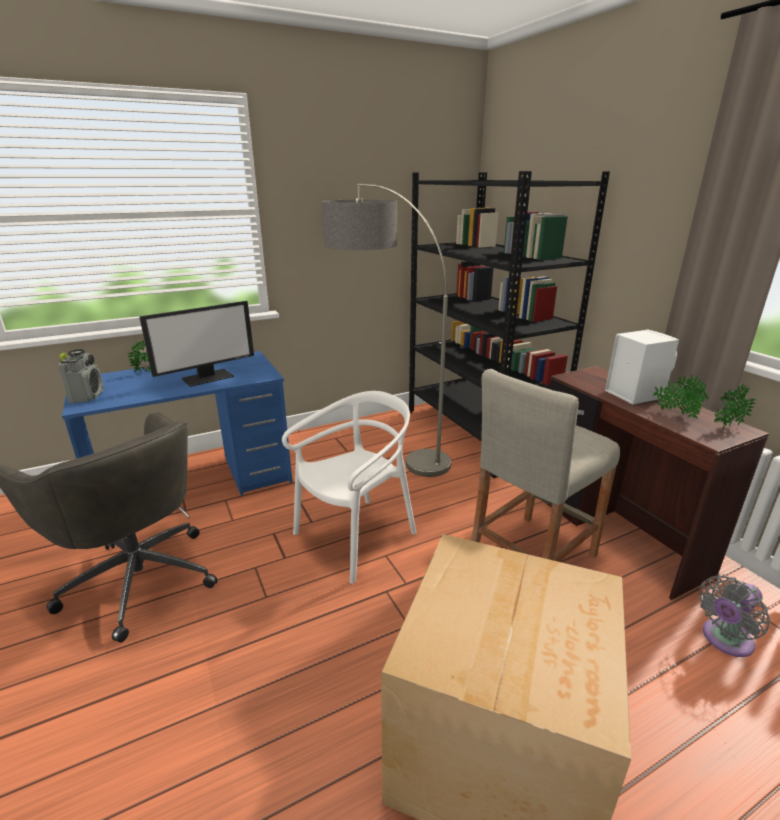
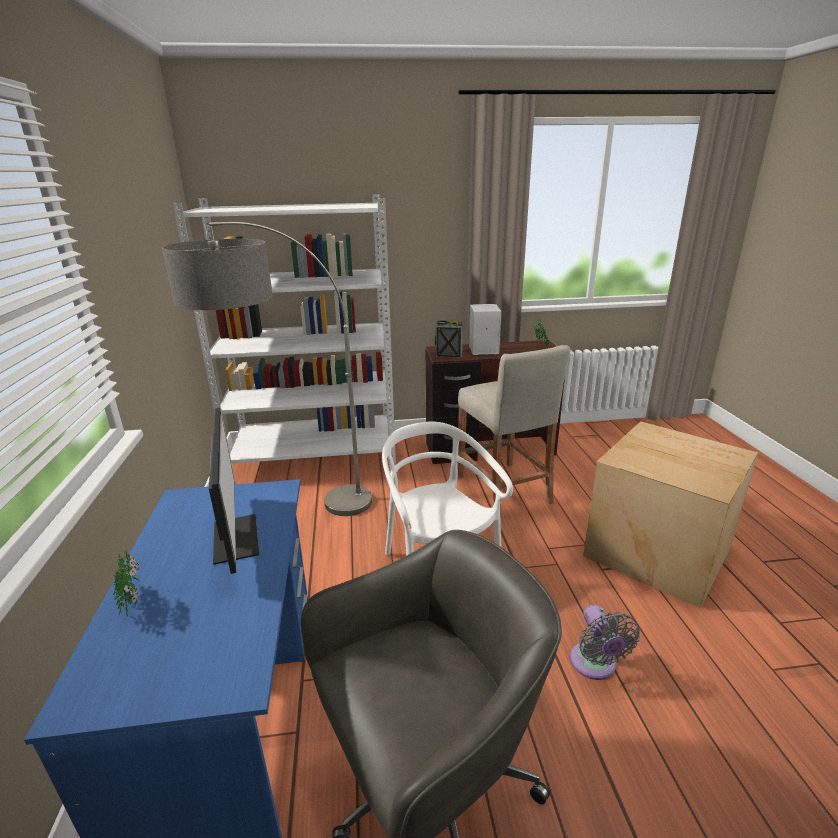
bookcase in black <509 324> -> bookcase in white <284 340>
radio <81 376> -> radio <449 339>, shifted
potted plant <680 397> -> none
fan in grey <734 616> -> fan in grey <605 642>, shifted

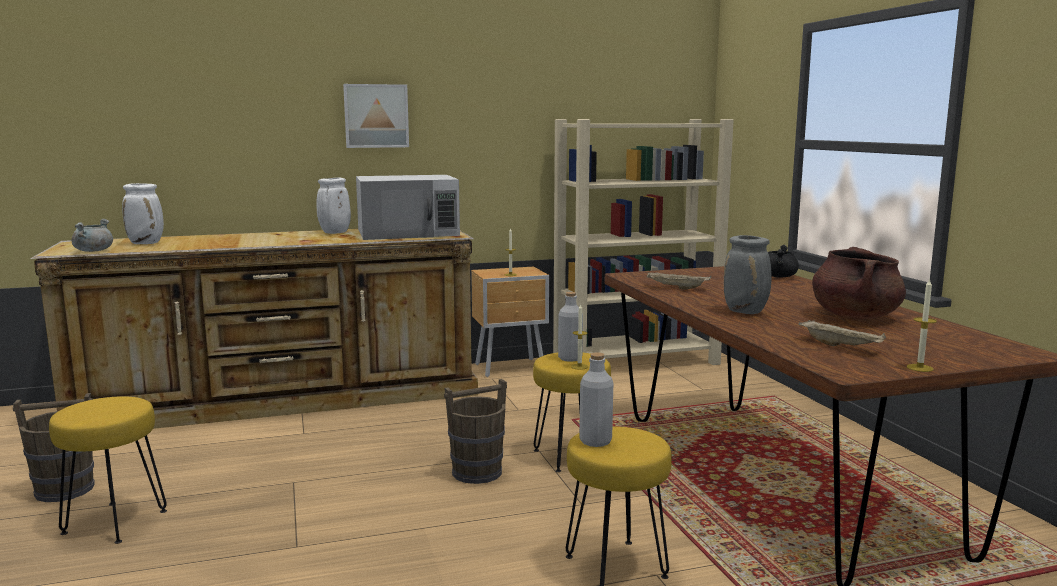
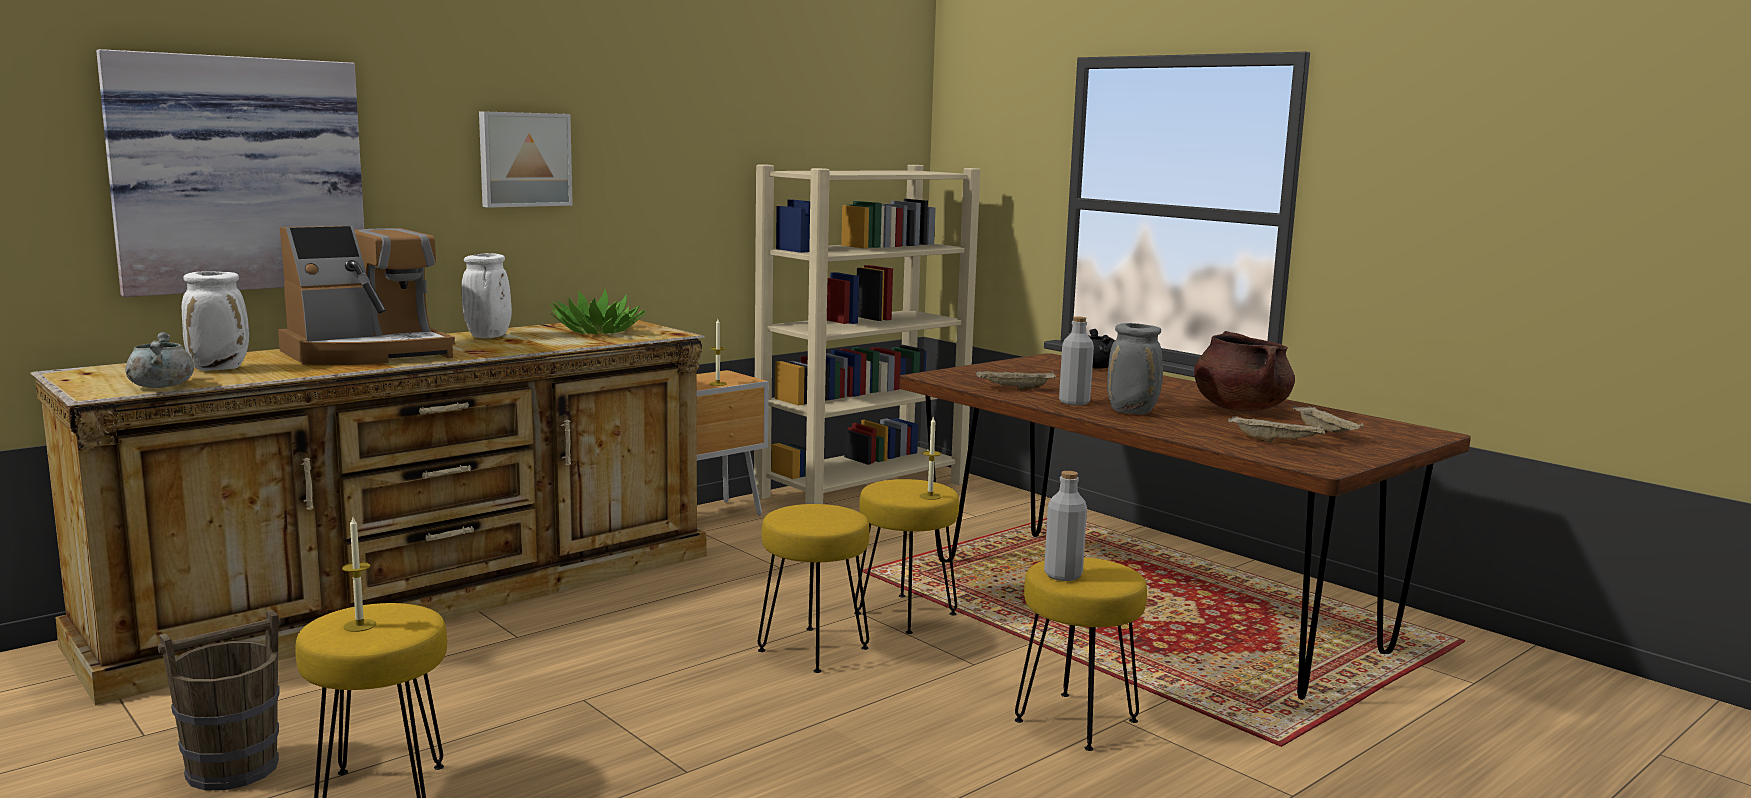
microwave in white <408 207> -> potted plant <597 311>
candle <922 325> -> candle <359 574>, shifted
bottle in grey <570 327> -> bottle in grey <1076 361>, shifted
bucket in brown <475 431> -> stool in yellow <814 588>
none -> picture <230 173>
none -> coffee machine <366 295>
none -> tray in beige <1328 418>

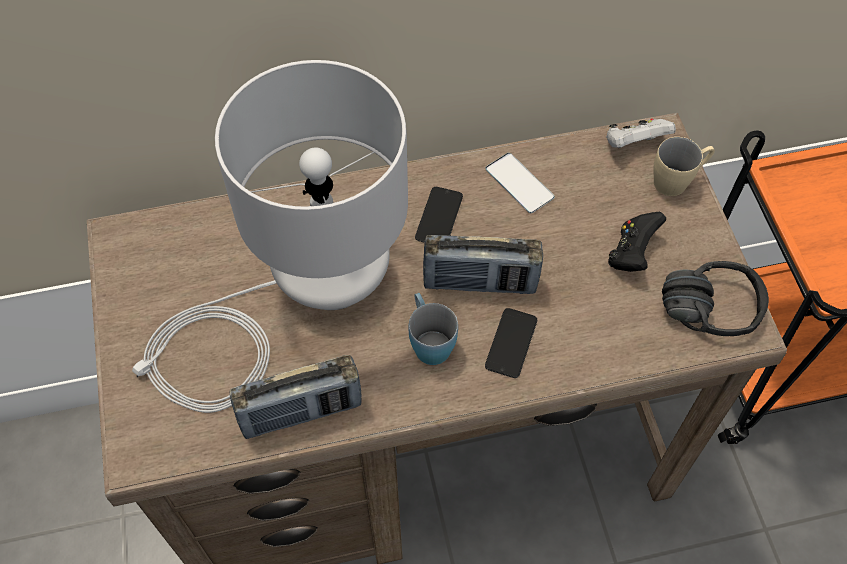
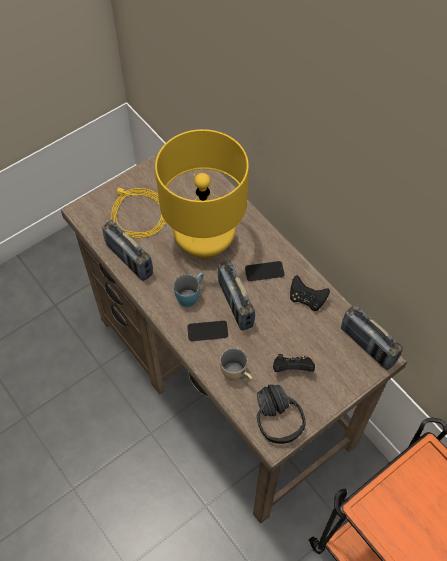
table lamp in grey <270 236> -> table lamp in yellow <180 194>
game controller in white <641 133> -> radio <372 337>
mug in beige <684 166> -> mug in beige <236 365>, shifted
phone <520 183> -> game controller in black <310 293>

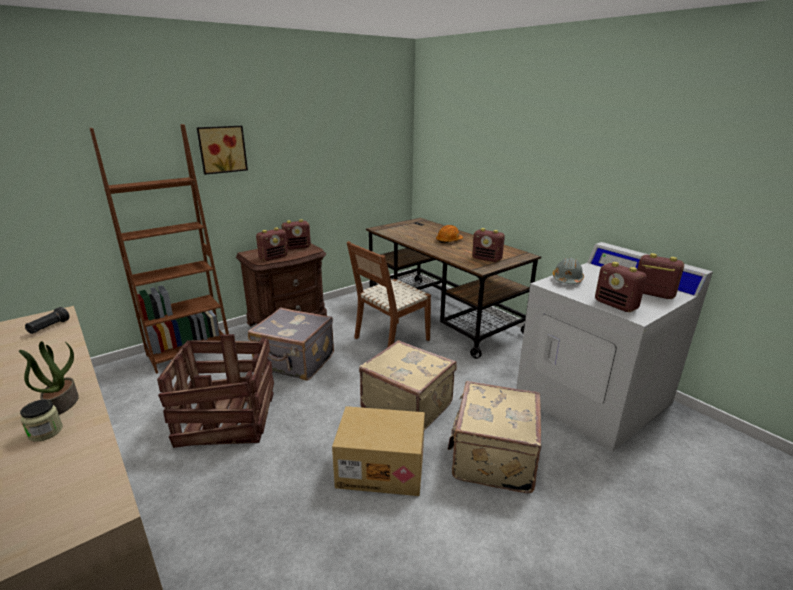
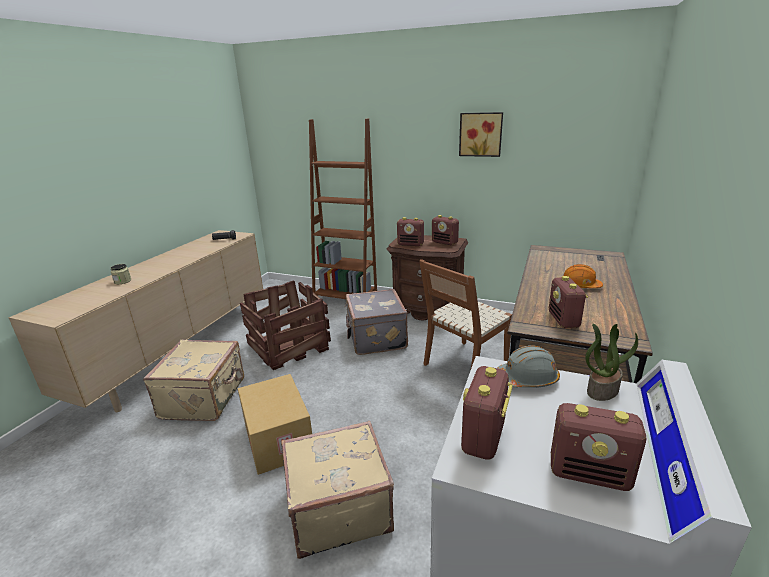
picture <222 150> -> picture <481 134>, shifted
chair <389 294> -> chair <465 315>, 60 degrees counterclockwise
radio <660 276> -> radio <598 447>, 105 degrees clockwise
suitcase in beige <408 385> -> suitcase in beige <193 380>, shifted
potted plant <49 378> -> potted plant <611 362>, shifted

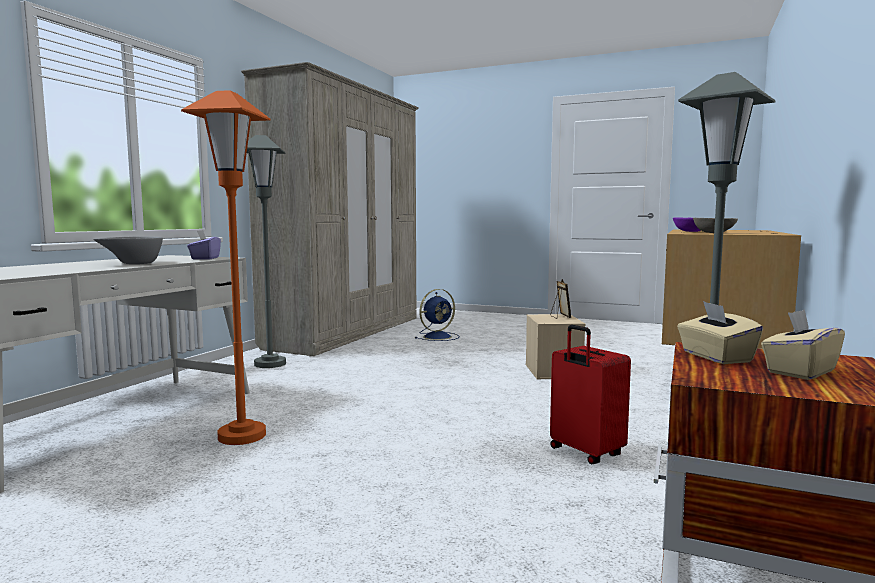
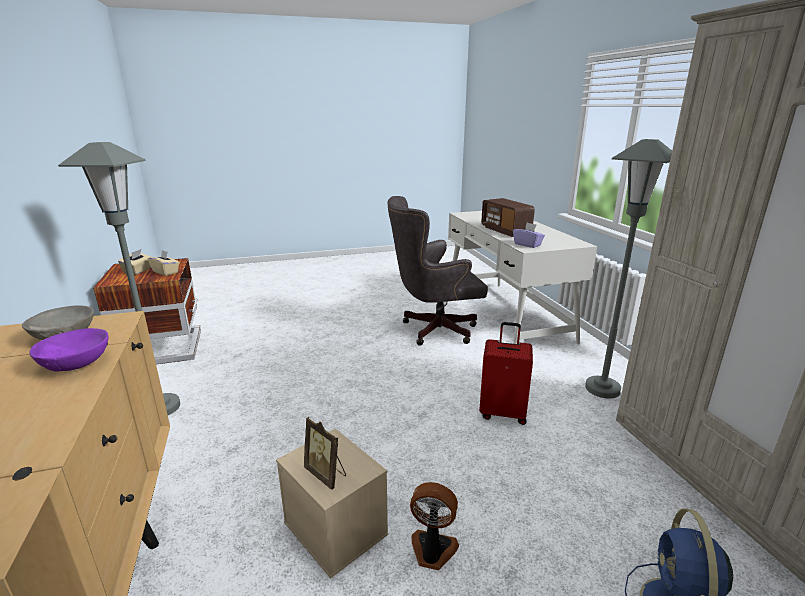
floor lamp in orange <225 267> -> office chair in grey <437 271>
bowl in grey <128 250> -> radio <508 217>
suitcase in red <590 395> -> suitcase in red <506 373>, shifted
none -> fan <434 526>

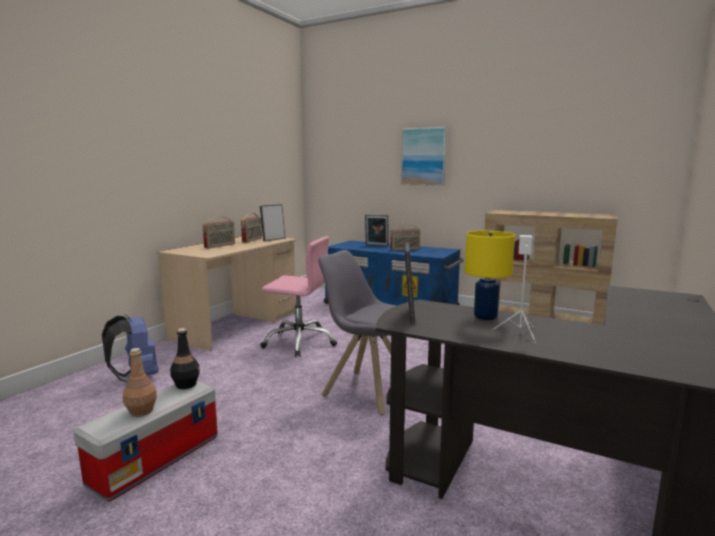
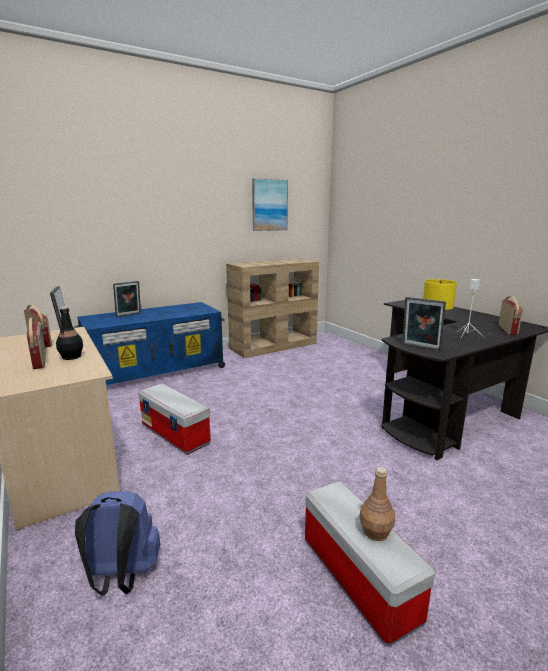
picture <424 156> -> picture <270 204>, shifted
radio <405 237> -> radio <511 315>, shifted
office chair in pink <298 296> -> storage box <174 418>
chair in grey <358 332> -> none
bottle in black <185 358> -> bottle in black <69 333>, shifted

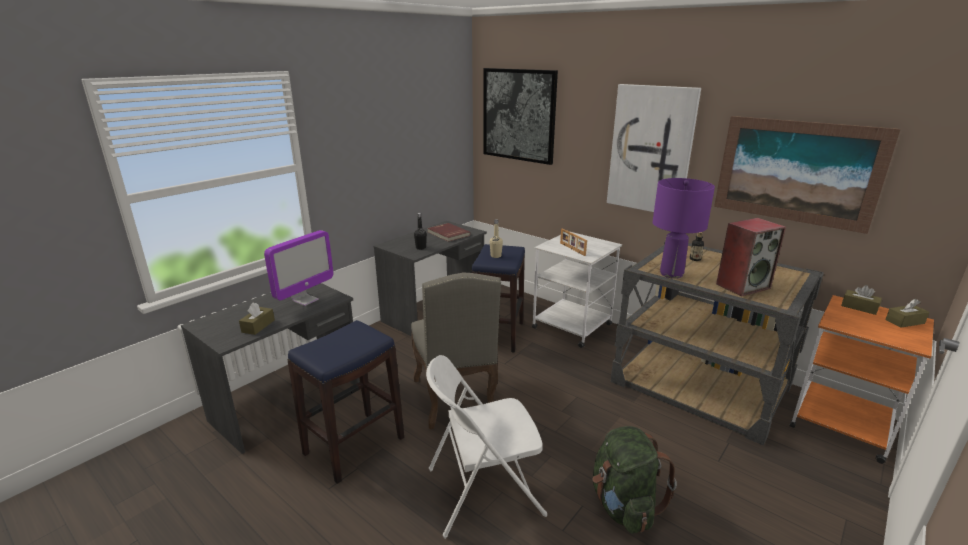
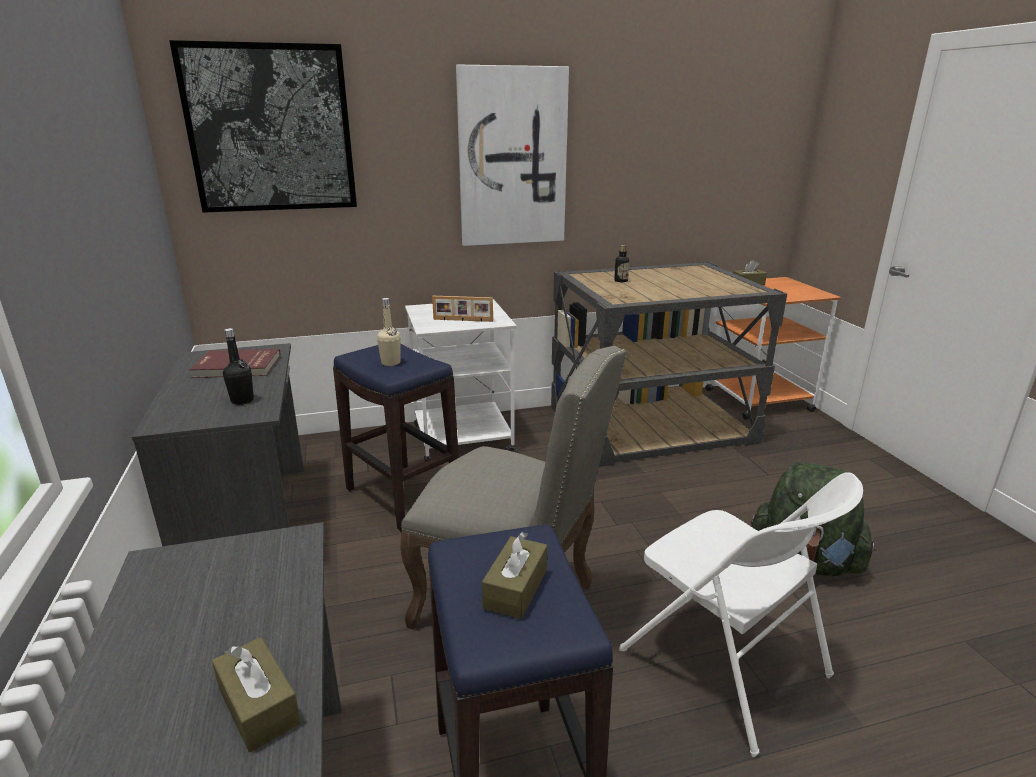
picture <807 175> -> none
table lamp in purple <684 228> -> none
speaker <751 257> -> none
monitor <299 268> -> none
tissue box in brown <907 313> -> tissue box in brown <514 575>, shifted
chair in white <486 447> -> chair in white <741 614>, 60 degrees counterclockwise

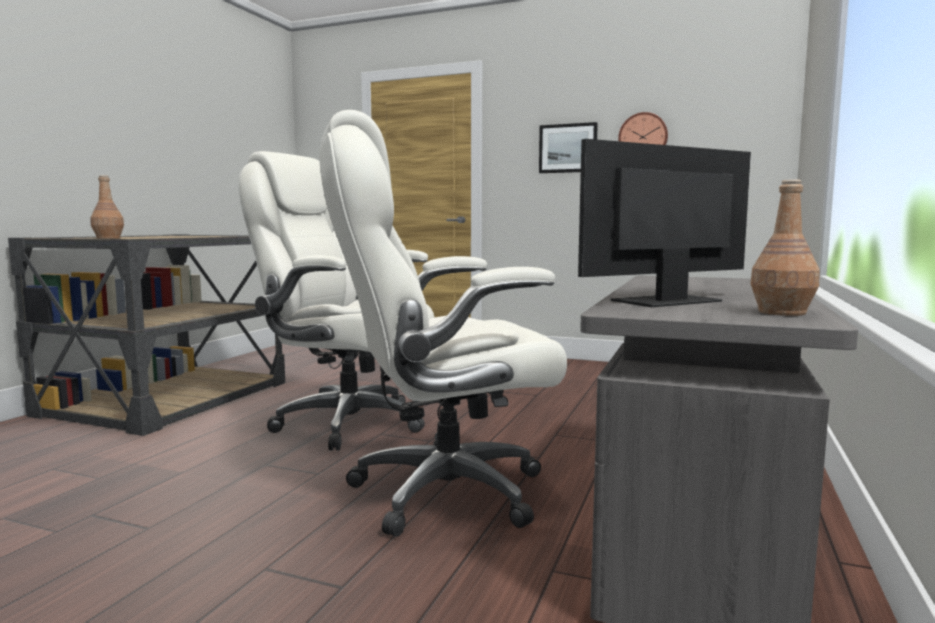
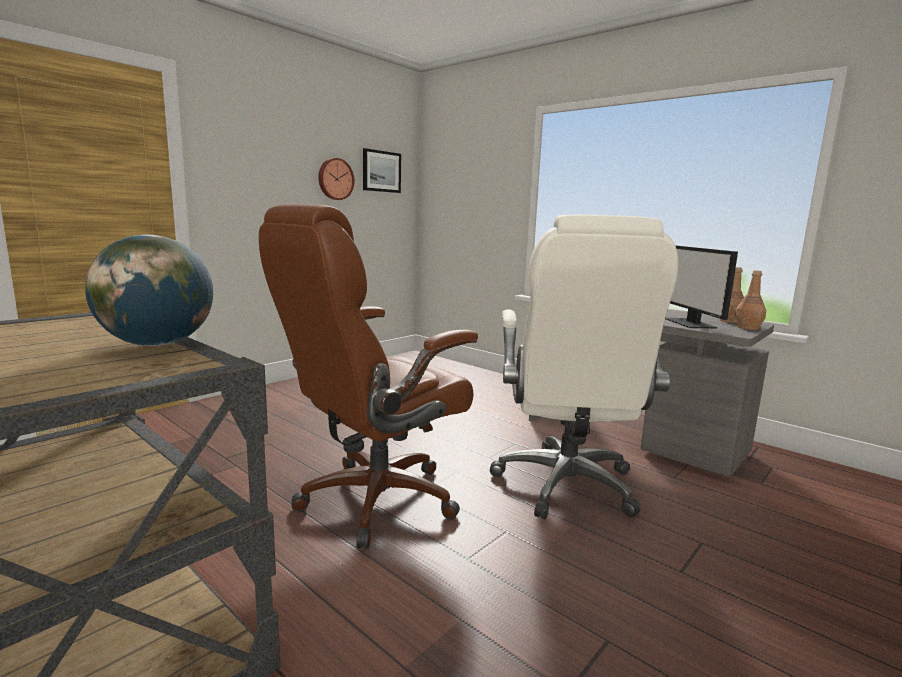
picture <568 147> -> picture <382 170>, shifted
office chair in white <336 300> -> office chair in brown <368 376>
bottle in brown <107 207> -> bottle in brown <750 300>, shifted
none -> globe <149 290>

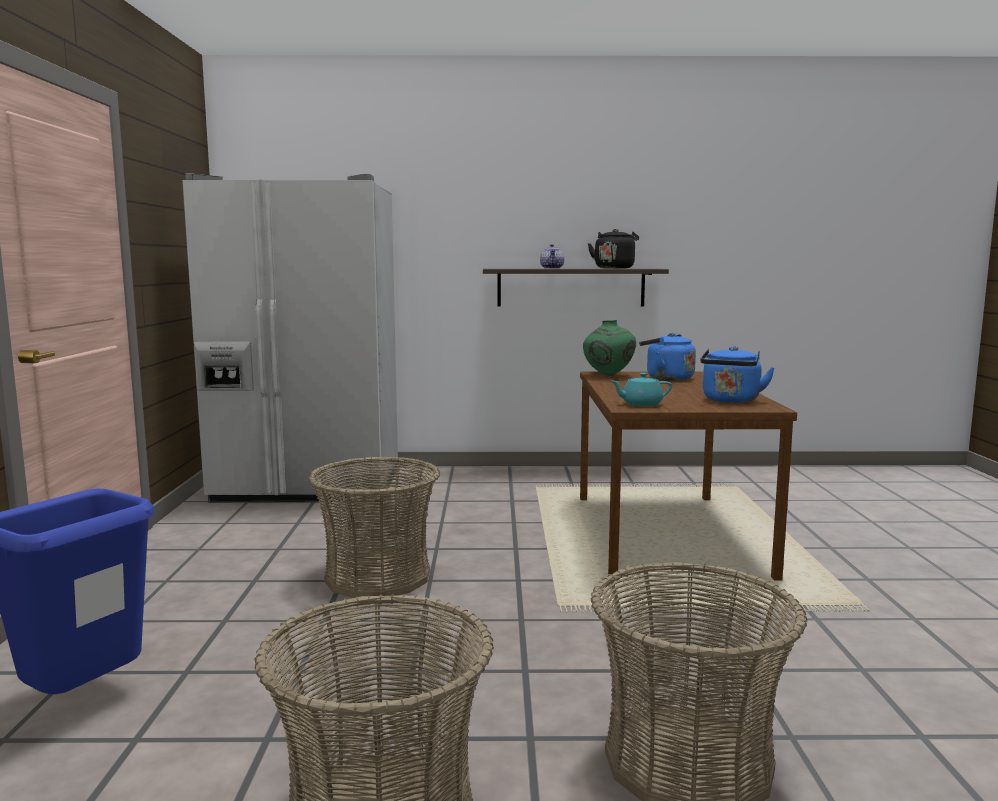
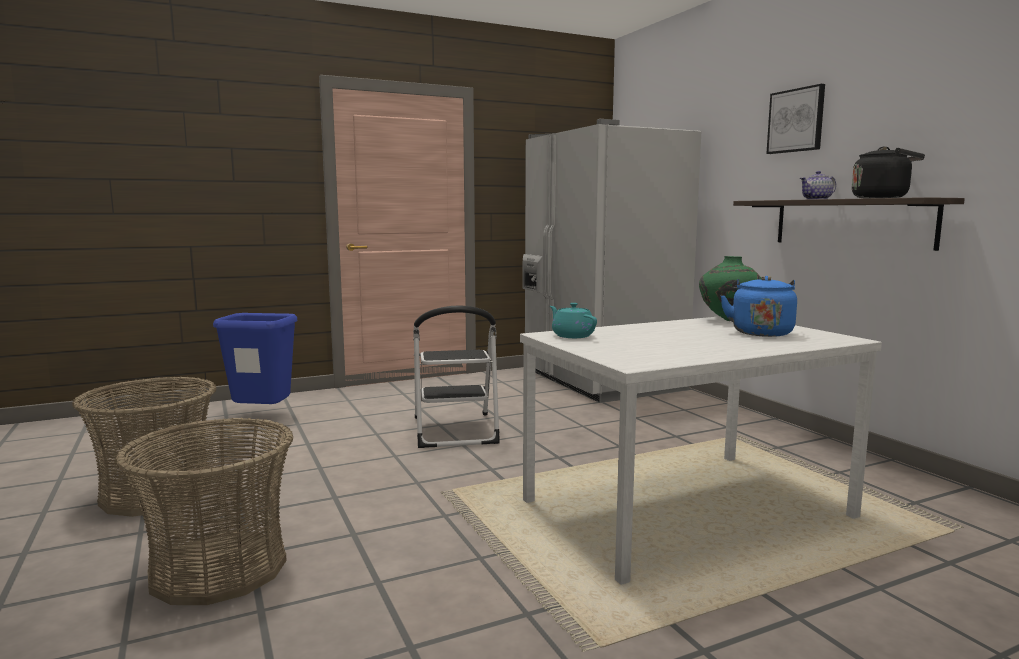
kettle in blue <737 374> -> none
dining table in brown <688 476> -> dining table in white <701 450>
basket <374 527> -> step ladder <456 377>
none -> picture <795 119>

